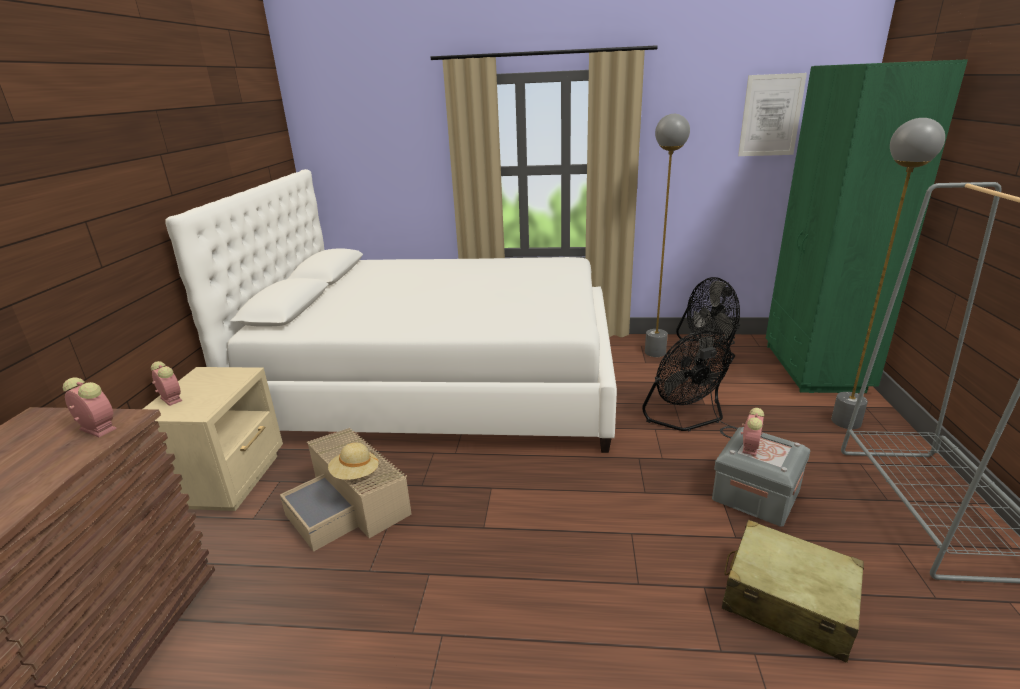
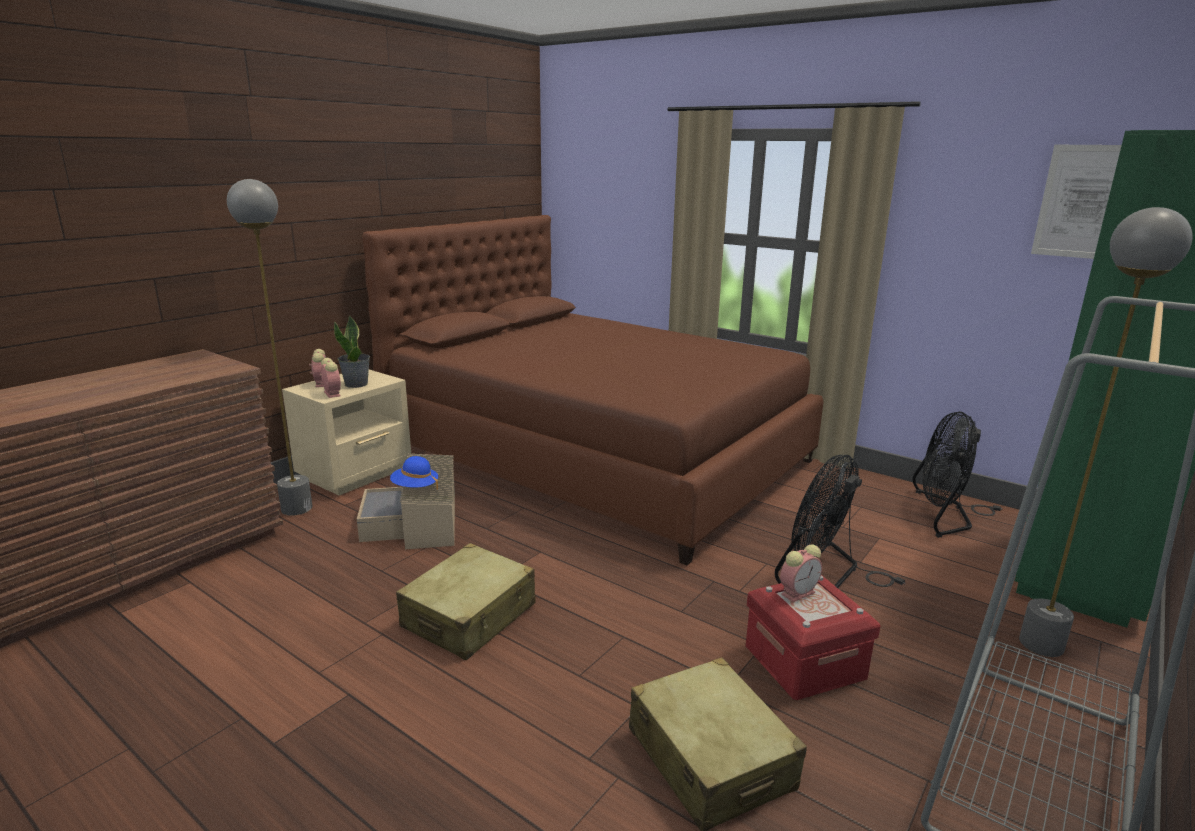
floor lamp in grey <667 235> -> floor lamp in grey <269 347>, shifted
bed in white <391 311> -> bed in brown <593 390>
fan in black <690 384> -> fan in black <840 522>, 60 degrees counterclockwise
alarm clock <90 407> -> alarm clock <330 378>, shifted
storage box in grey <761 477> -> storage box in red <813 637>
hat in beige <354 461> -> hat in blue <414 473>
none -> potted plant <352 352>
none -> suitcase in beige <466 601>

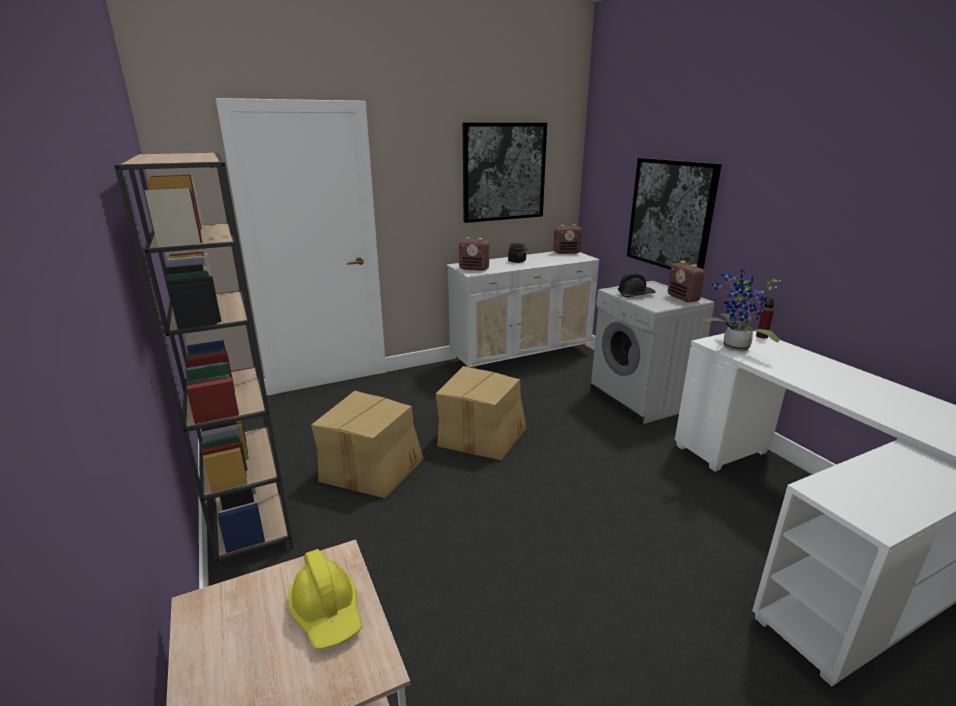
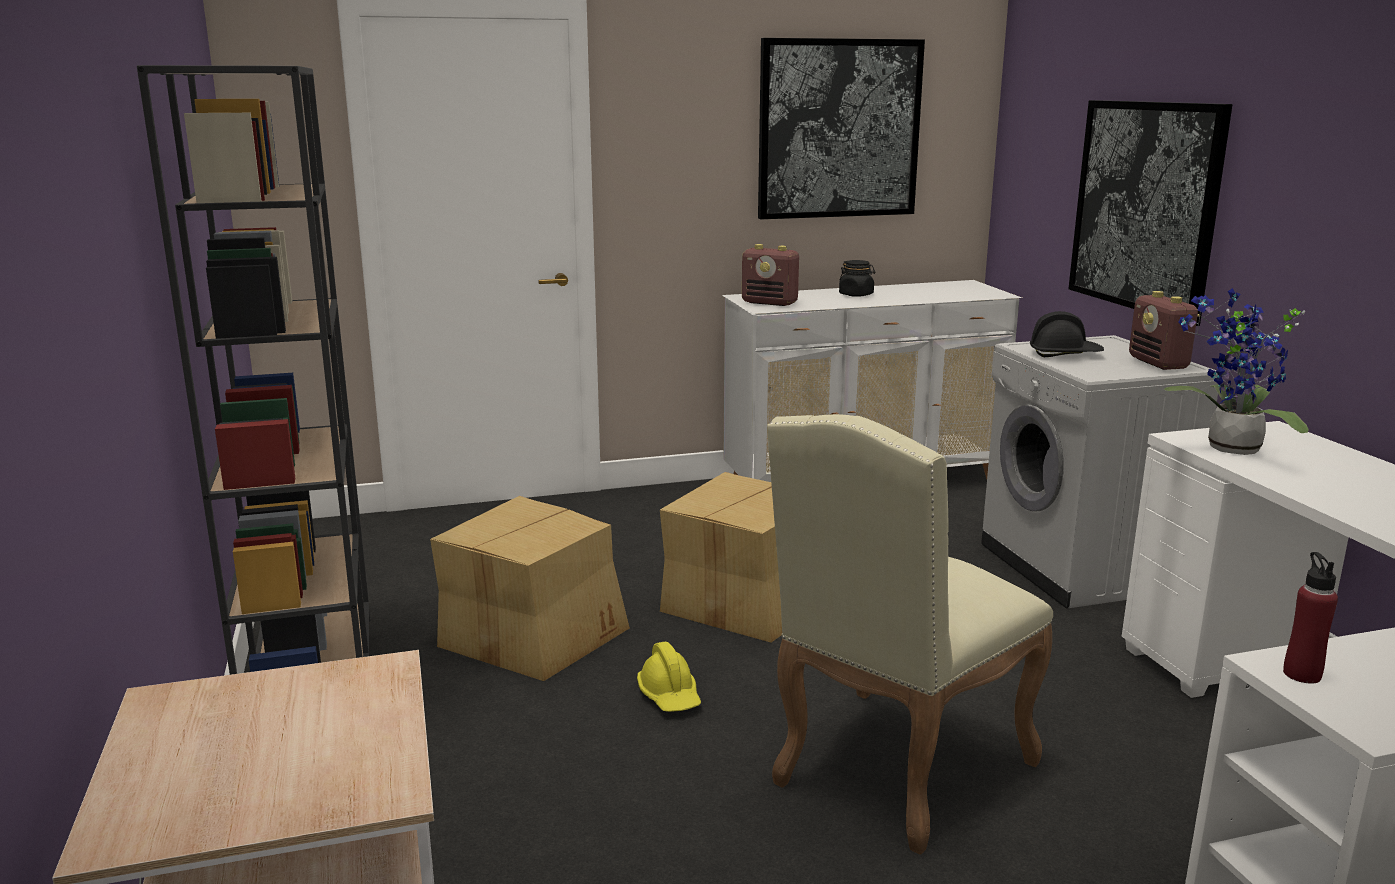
radio <567 239> -> none
bottle in red <765 318> -> bottle in red <1310 618>, shifted
hard hat in yellow <325 599> -> hard hat in yellow <669 677>, shifted
none -> chair in beige <910 634>

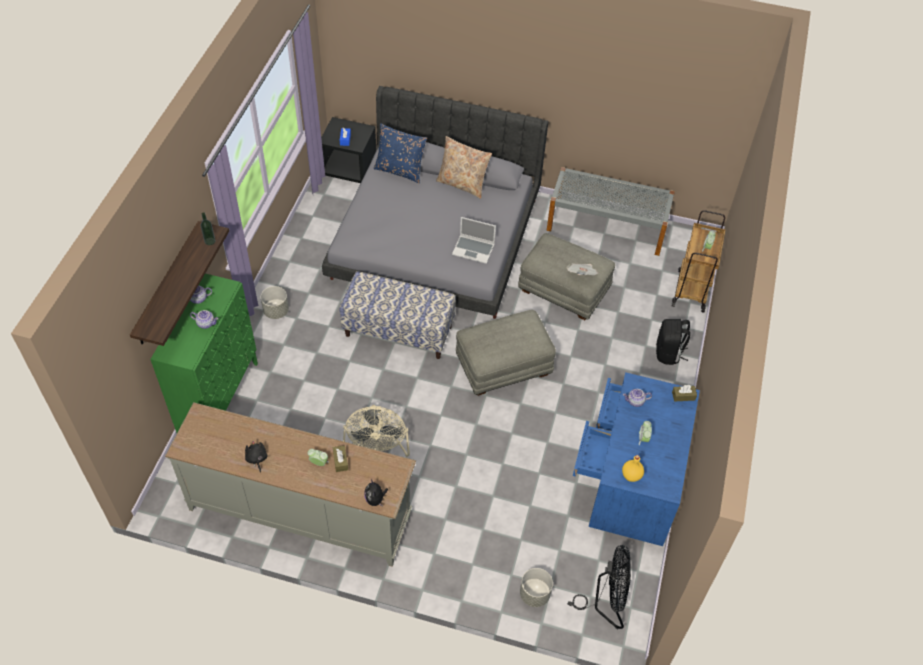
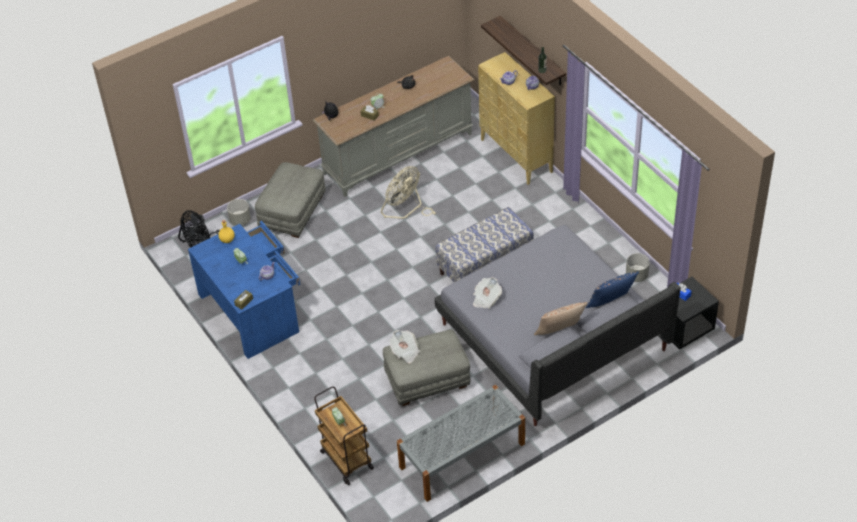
laptop <474 240> -> newspaper <487 293>
dresser in green <204 353> -> dresser in beige <516 118>
planter in grey <275 302> -> planter in grey <638 267>, shifted
ottoman in grey <506 353> -> ottoman in grey <290 200>, shifted
backpack in black <673 342> -> none

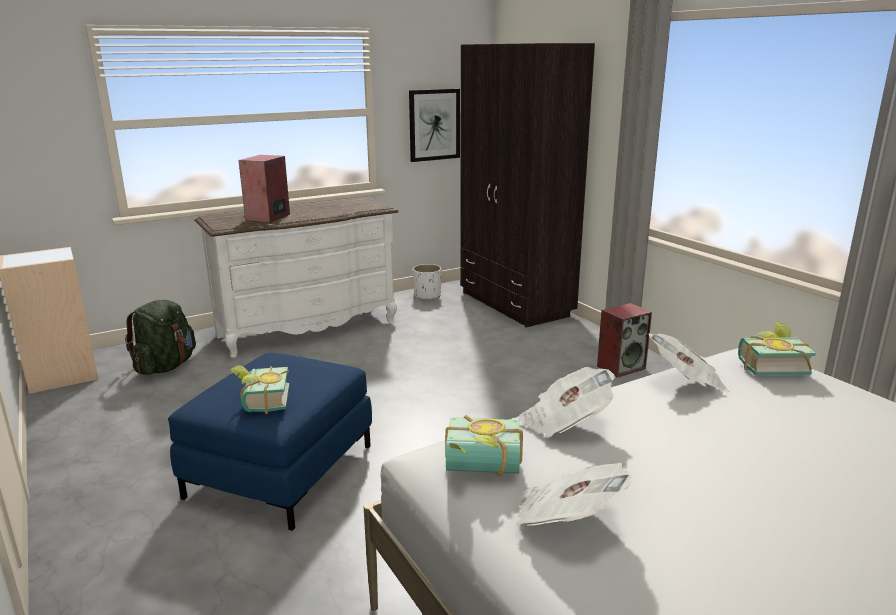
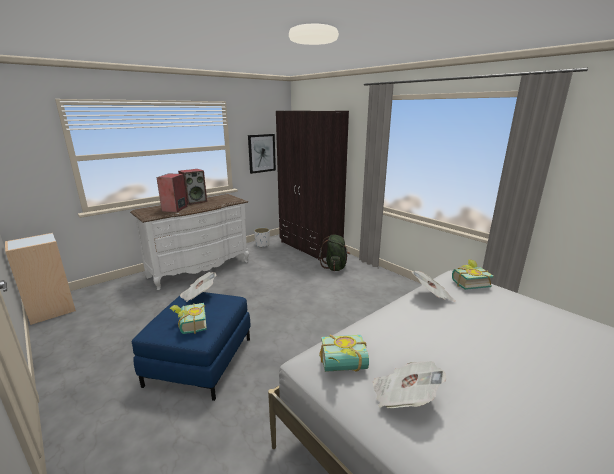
backpack in green <160 337> -> backpack in green <334 253>, shifted
speaker <624 340> -> speaker <192 187>, shifted
newspaper <566 402> -> newspaper <198 287>, shifted

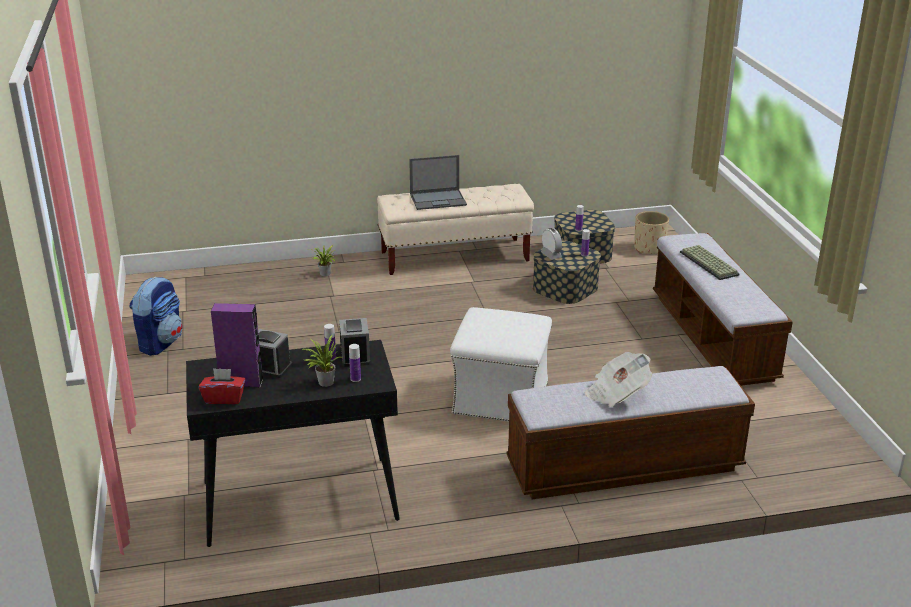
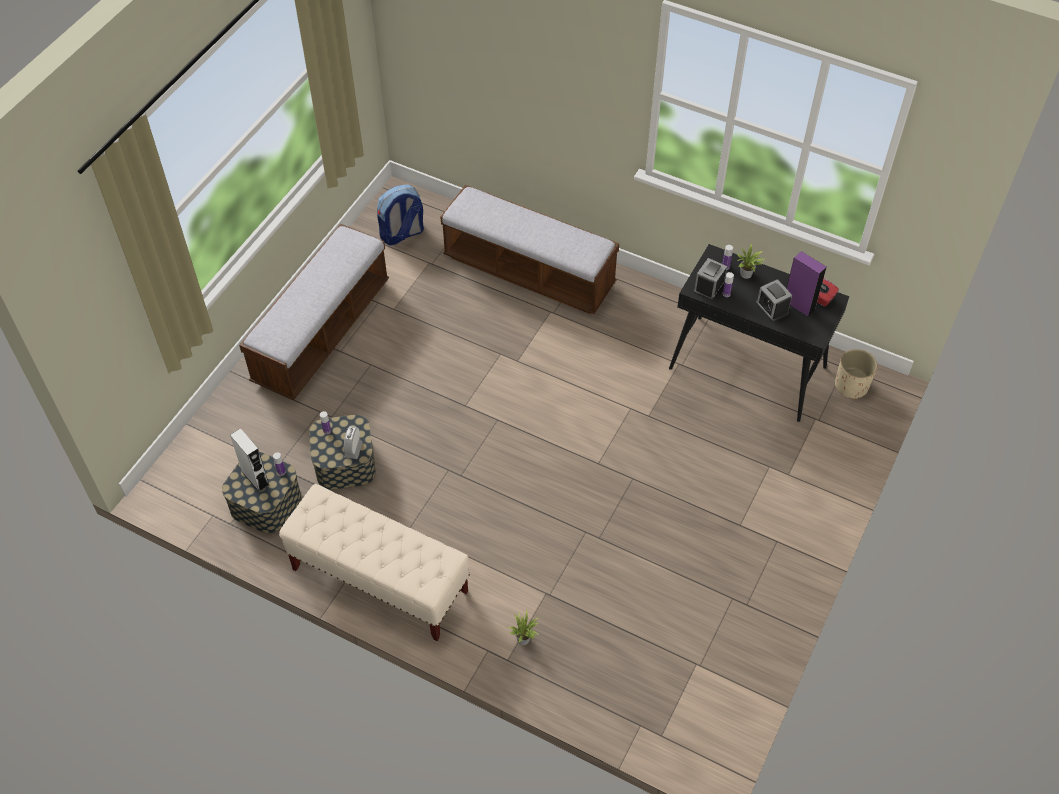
laptop <438 182> -> none
planter in beige <651 232> -> planter in beige <856 374>, shifted
keyboard <710 262> -> none
backpack <156 316> -> backpack <400 215>, shifted
ottoman in white <501 364> -> none
newspaper <618 379> -> none
none -> speaker in white <249 460>

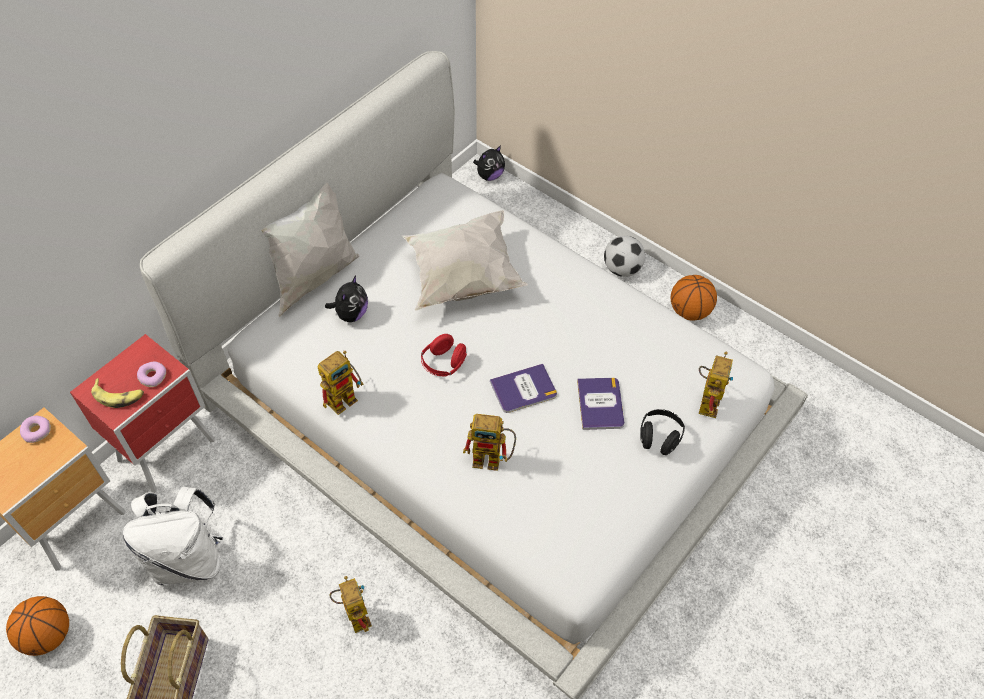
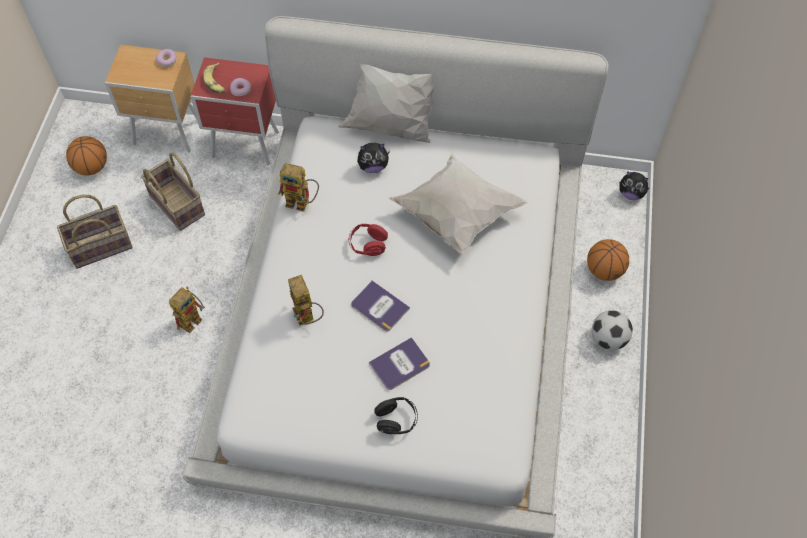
basketball <694 298> -> basketball <608 260>, shifted
toy robot <716 384> -> none
backpack in white <173 536> -> basket <173 192>

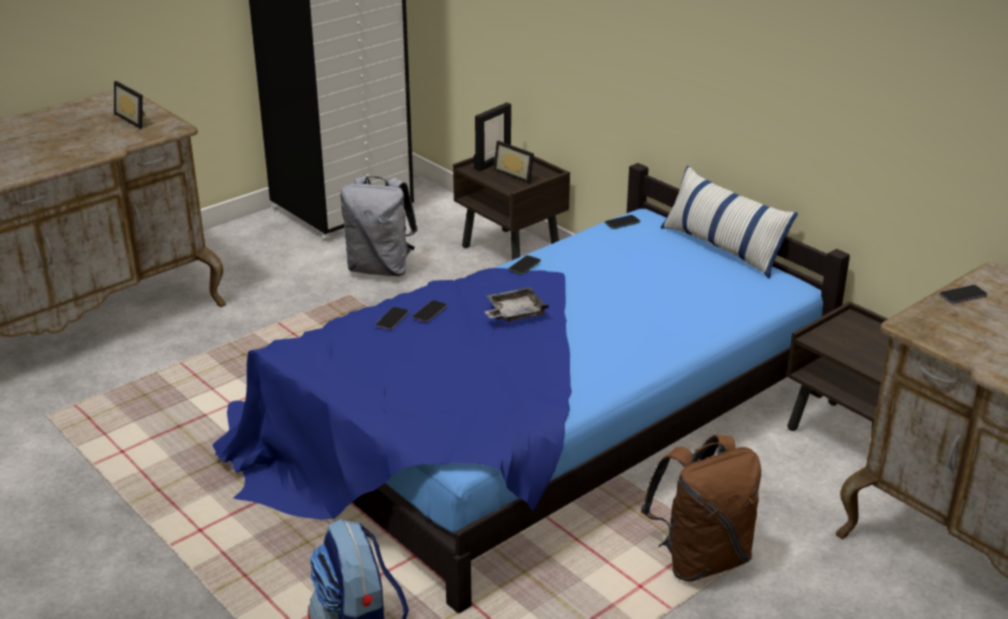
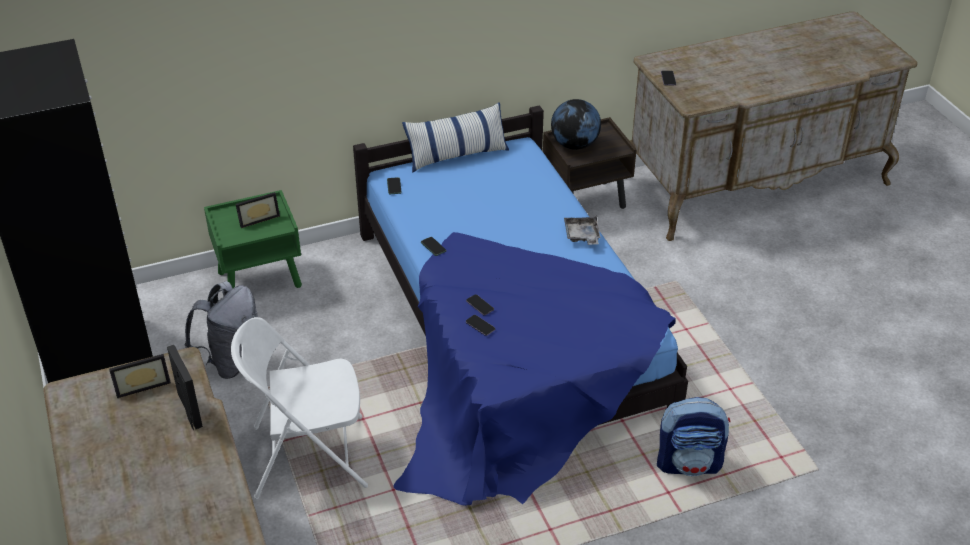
picture frame <492 136> -> picture frame <185 387>, shifted
nightstand in brown <511 208> -> nightstand in green <253 239>
tray in grey <516 304> -> tray in grey <582 230>, shifted
backpack in brown <701 508> -> none
none -> globe <576 124>
none -> chair in white <299 408>

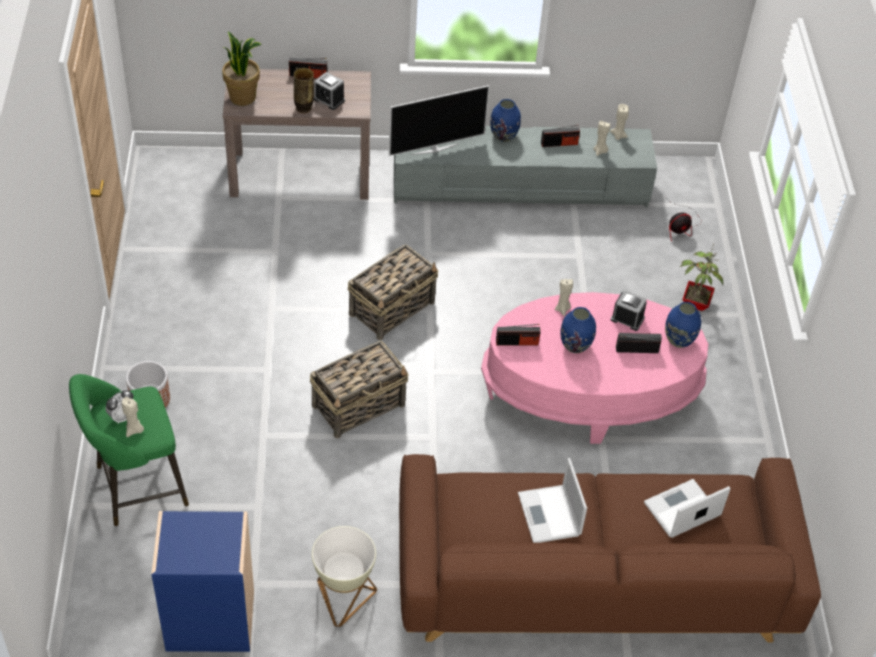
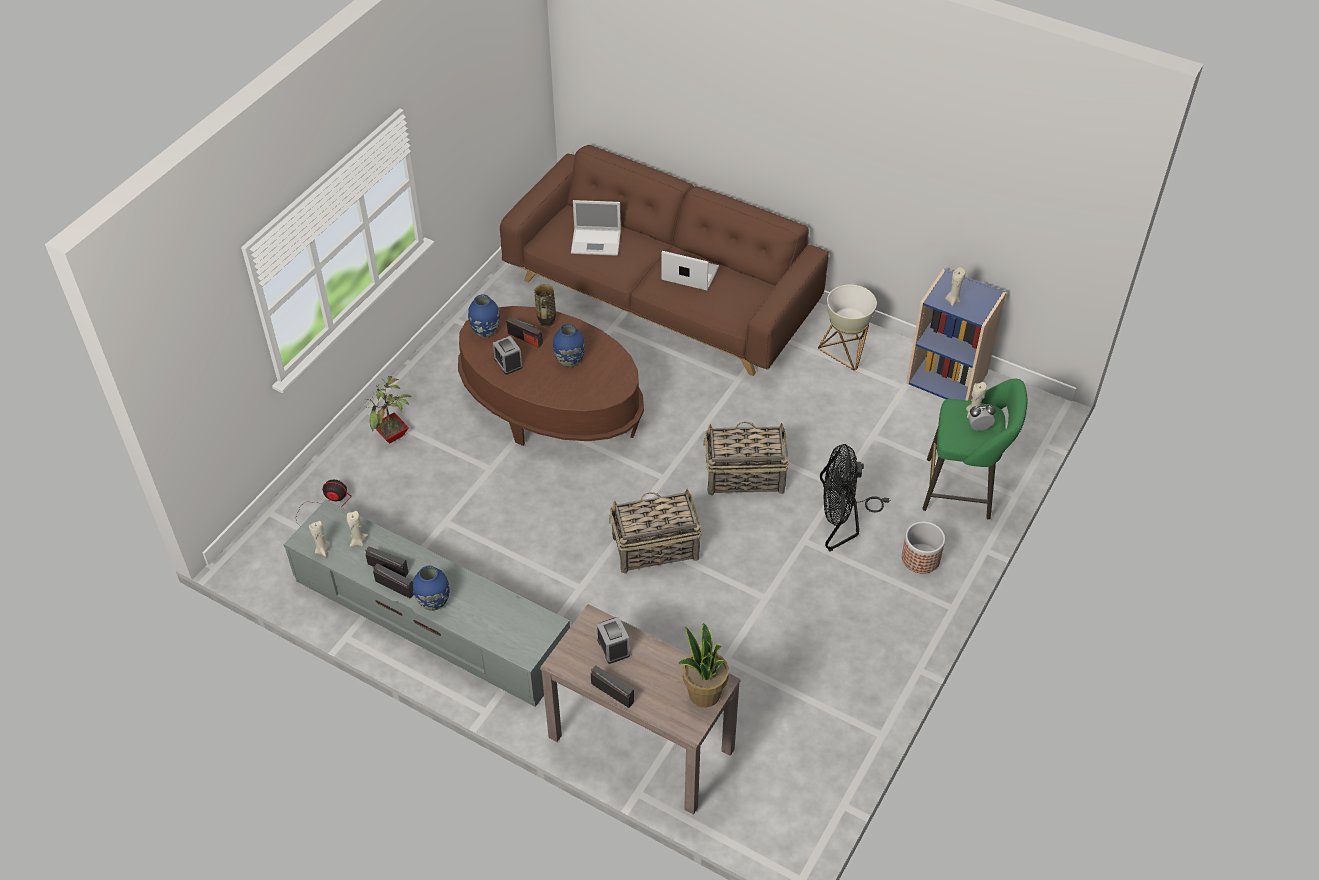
vase <304 90> -> vase <545 306>, shifted
television <439 120> -> none
candle in beige <564 297> -> candle in beige <955 286>, shifted
coffee table in pink <594 368> -> coffee table in brown <551 376>
radio <518 335> -> radio <393 581>, shifted
laptop <552 500> -> laptop <690 271>, 90 degrees counterclockwise
none -> fan in black <855 498>

